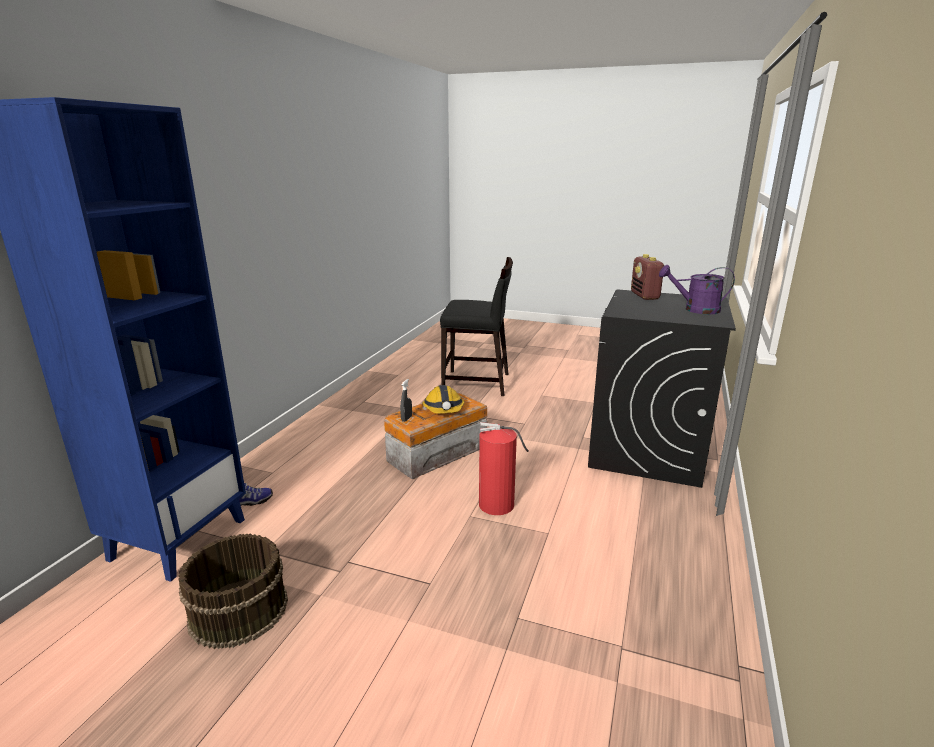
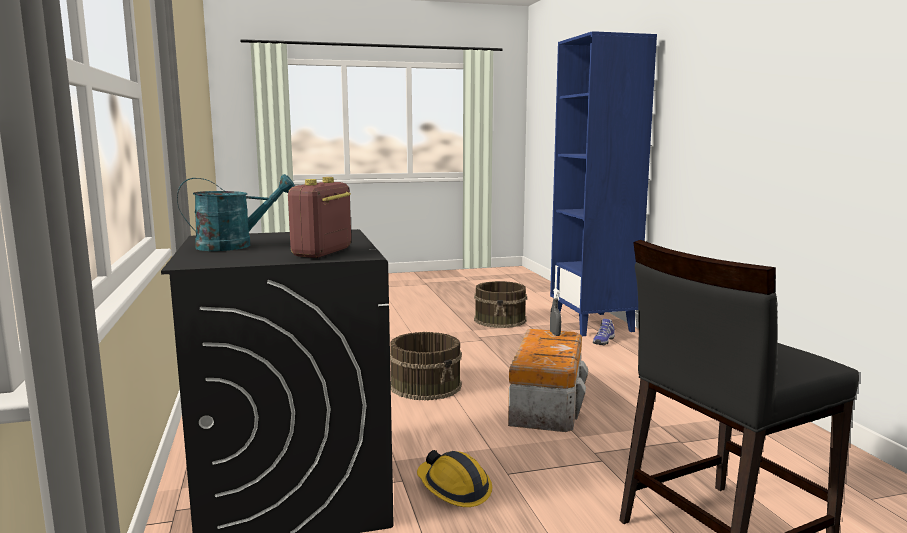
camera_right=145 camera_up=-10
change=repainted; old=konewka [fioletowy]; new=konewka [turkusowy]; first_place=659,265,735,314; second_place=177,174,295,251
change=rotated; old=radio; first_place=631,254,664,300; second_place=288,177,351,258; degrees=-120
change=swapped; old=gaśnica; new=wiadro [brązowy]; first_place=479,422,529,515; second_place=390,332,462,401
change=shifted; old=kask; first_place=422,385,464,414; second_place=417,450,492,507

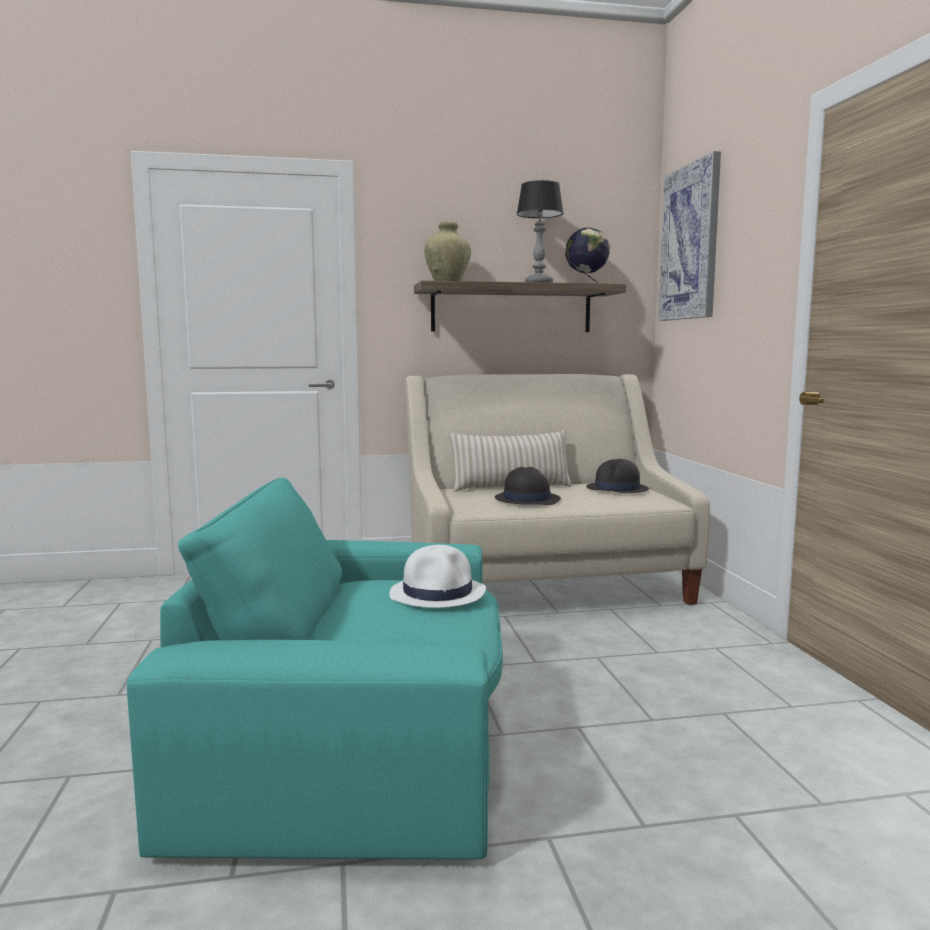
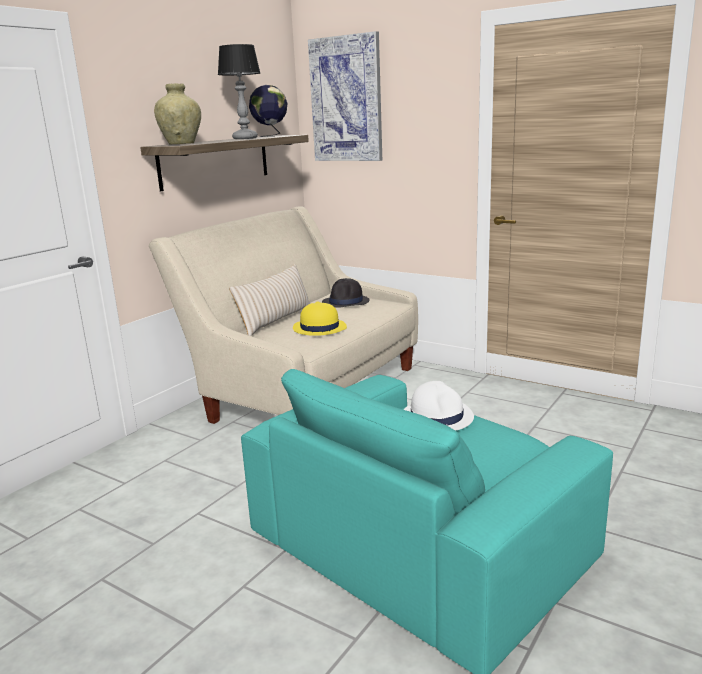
camera_right=-45 camera_up=10
change=repainted; old=kapelusz [czarny]; new=kapelusz [żółty]; first_place=495,467,561,505; second_place=293,301,347,336

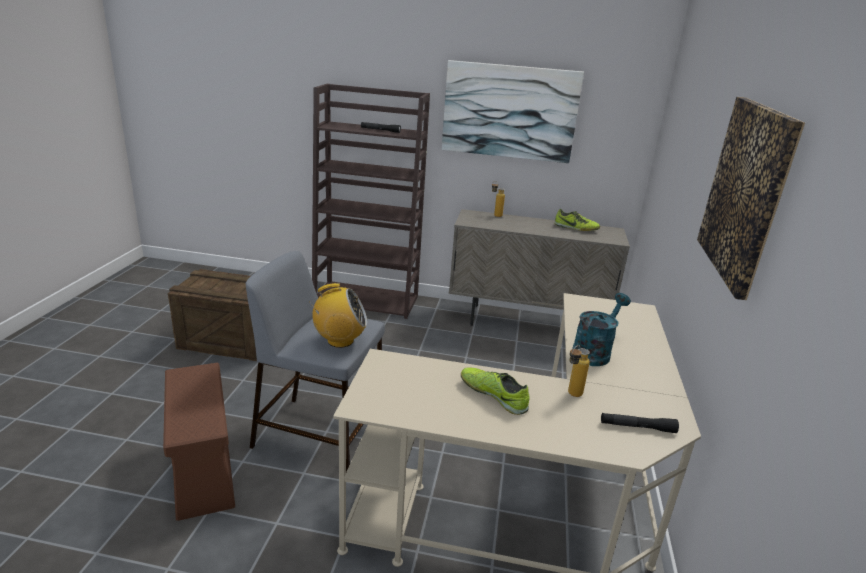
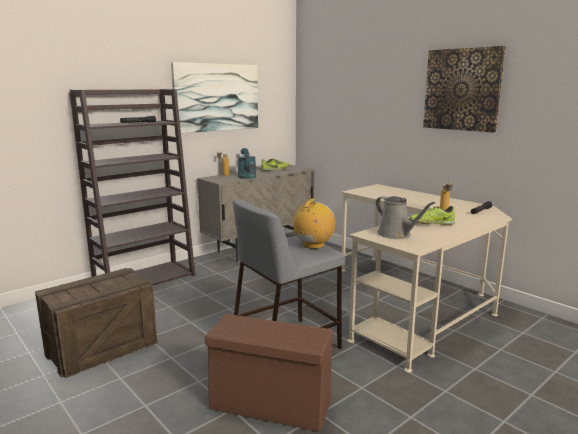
camera_right=-50 camera_up=-10
change=shifted; old=konewka [turkusowy]; first_place=572,293,631,366; second_place=238,148,256,179
change=new; new=konewka [szary]; second_place=376,196,435,239

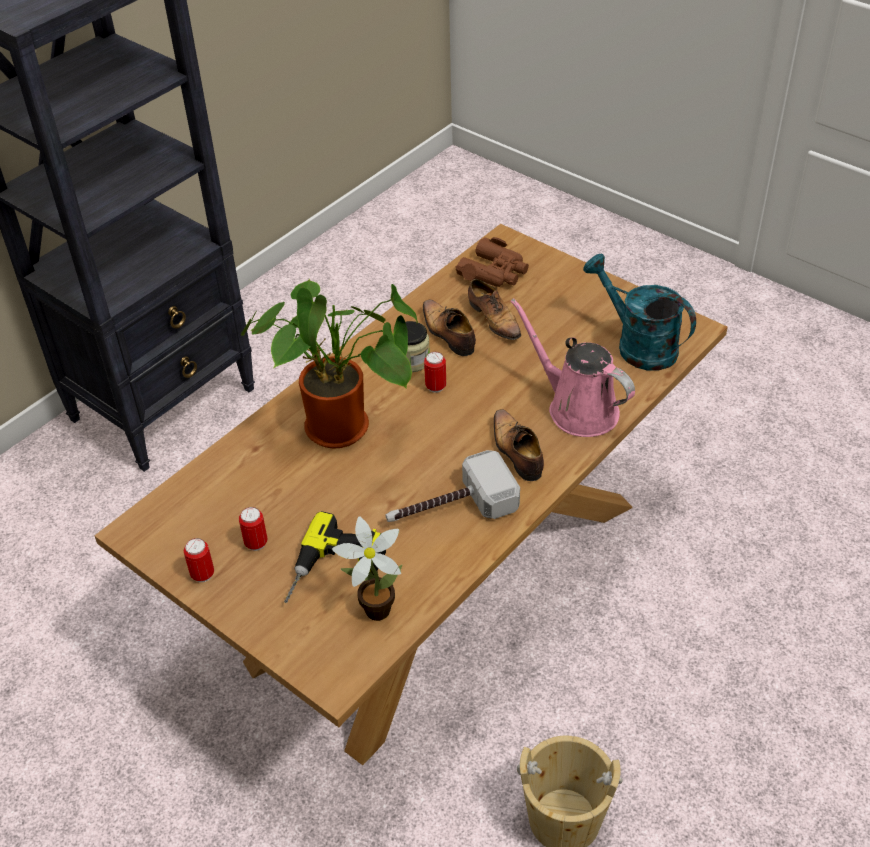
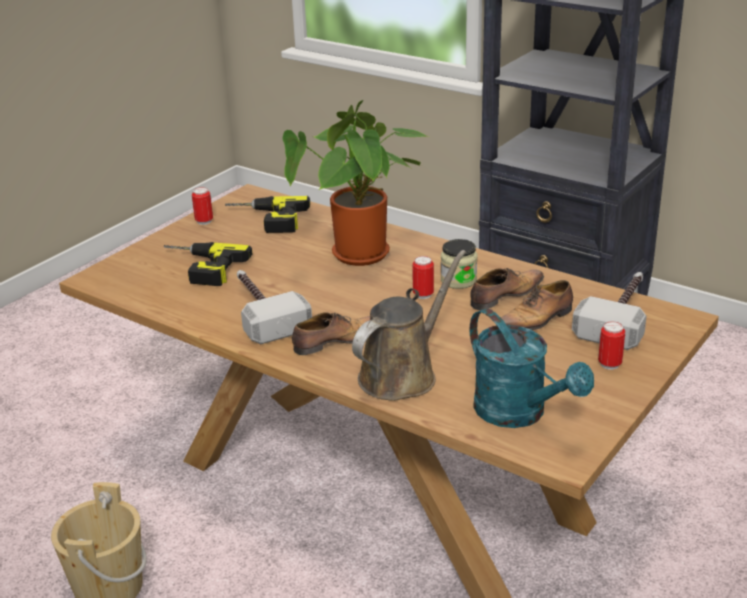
camera_right=85 camera_up=-15
change=new; new=wiertarka; second_place=225,196,310,233
change=repainted; old=konewka [różowy]; new=konewka [brązowy]; first_place=510,298,635,437; second_place=352,250,466,401
change=rotated; old=konewka [turkusowy]; first_place=583,254,696,371; second_place=470,309,594,428; degrees=105
change=swapped; old=lornetka [brązowy]; new=młotek; first_place=455,237,529,287; second_place=572,272,647,350
change=shifted; old=puszka; first_place=239,507,268,551; second_place=598,321,625,370
change=gone; old=roślina doniczkowa; first_place=332,516,402,621

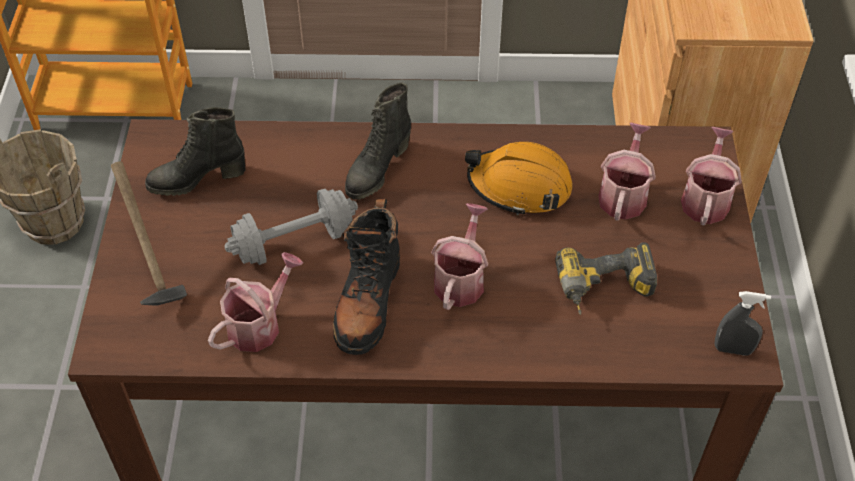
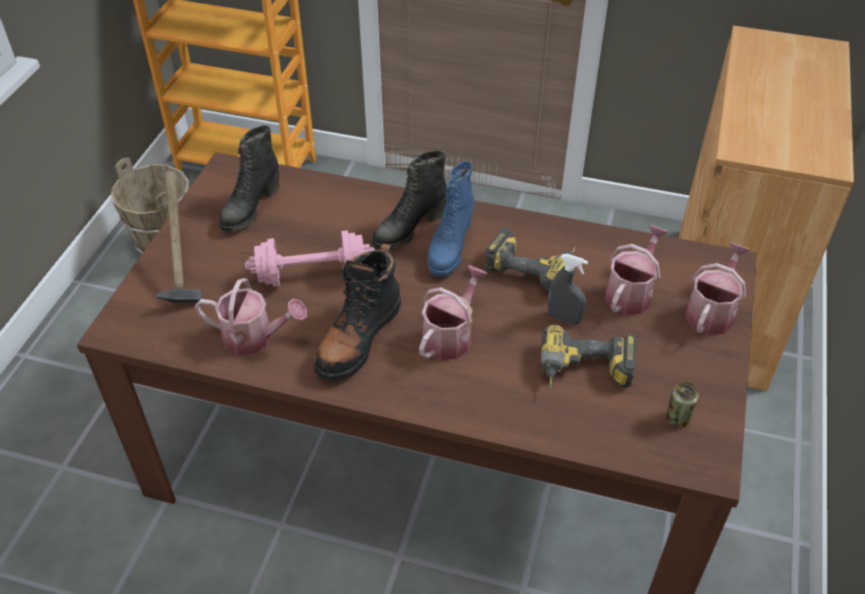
camera_right=15 camera_up=-5
change=rotated; old=konewka; first_place=208,252,303,352; second_place=195,278,307,355; degrees=45
change=rotated; old=but z cholewką [czarny]; first_place=145,107,246,196; second_place=219,125,279,232; degrees=-60
change=repainted; old=hantel [szary]; new=hantel [różowy]; first_place=224,189,358,265; second_place=245,230,375,287
change=new; new=but z cholewką [niebieski]; second_place=427,161,474,277
change=swapped; old=kask [pomarańczowy]; new=wiertarka; first_place=465,142,573,216; second_place=485,228,576,291
change=shifted; old=spryskiwacz [szary]; first_place=715,291,771,356; second_place=548,254,588,325
change=new; new=puszka; second_place=666,382,698,427

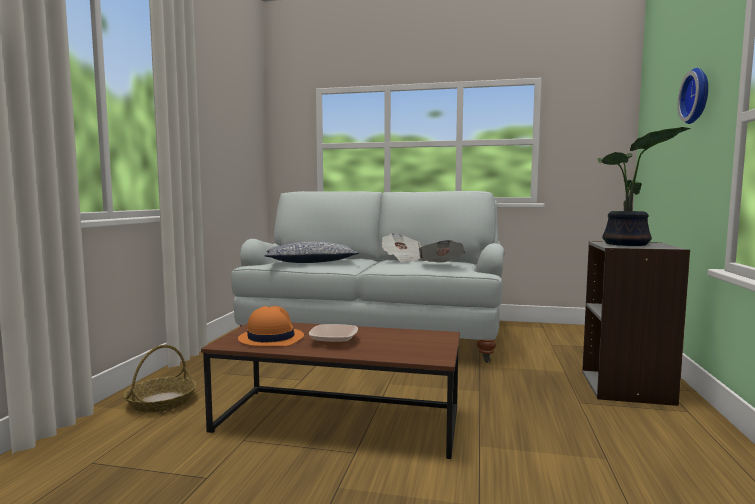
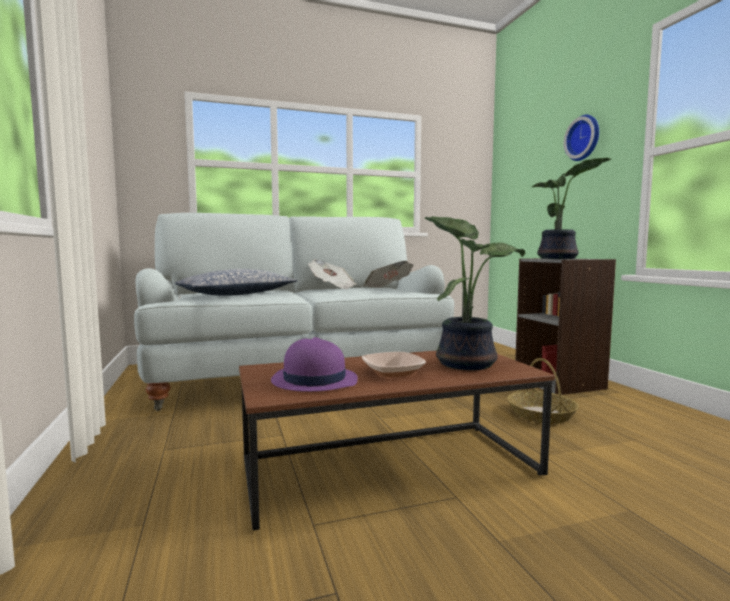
camera_right=-30 camera_up=0
change=repainted; old=kapelusz [pomarańczowy]; new=kapelusz [fioletowy]; first_place=238,306,304,346; second_place=271,337,358,392
change=new; new=roślina doniczkowa; second_place=424,216,525,370
change=shifted; old=koszyk; first_place=123,345,197,412; second_place=507,358,579,424

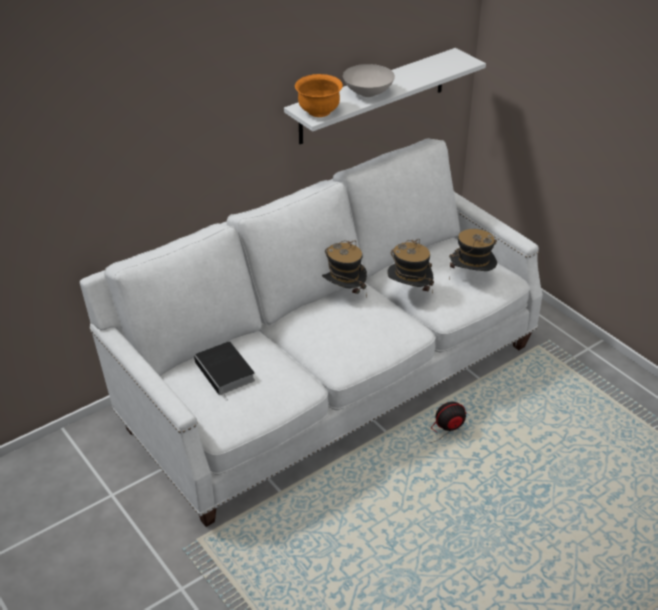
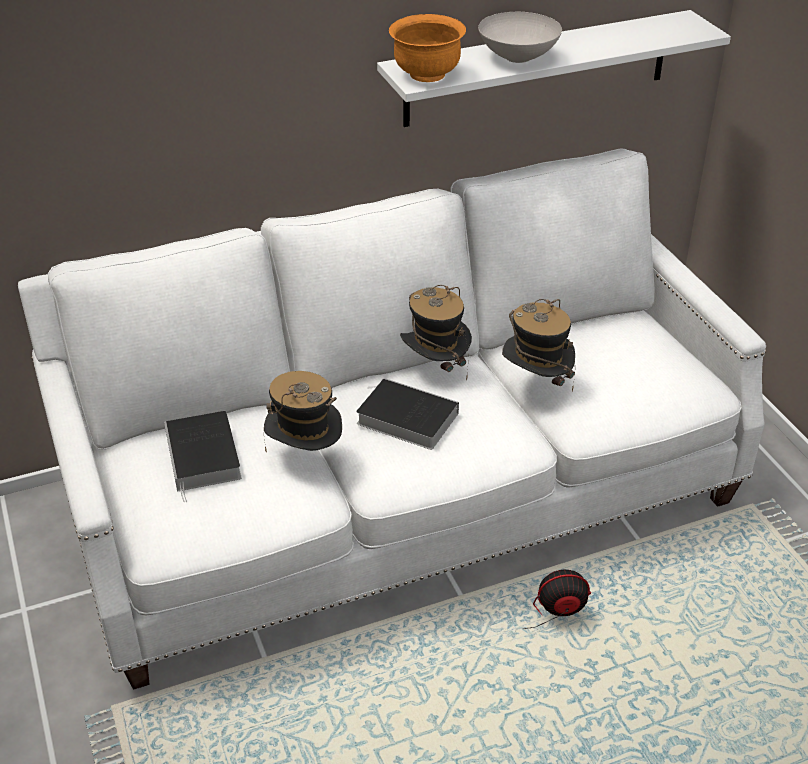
camera_right=15 camera_up=0
change=shifted; old=kapelusz; first_place=449,229,497,281; second_place=264,371,342,453
change=new; new=książka; second_place=356,378,459,450

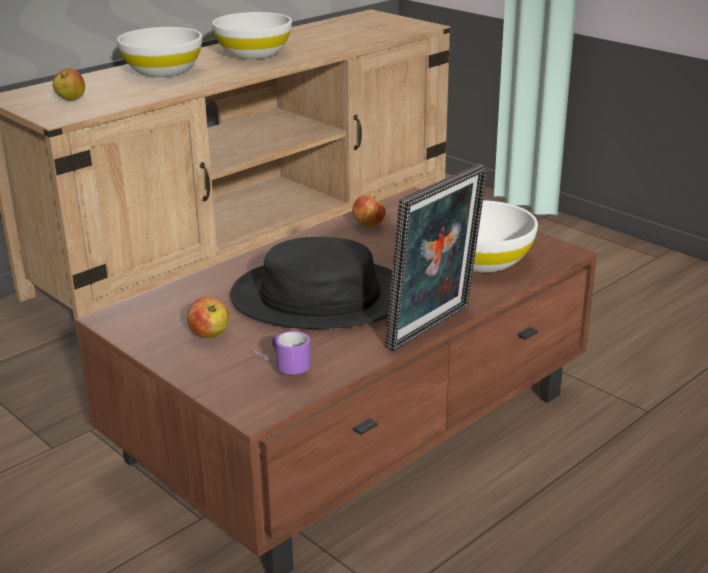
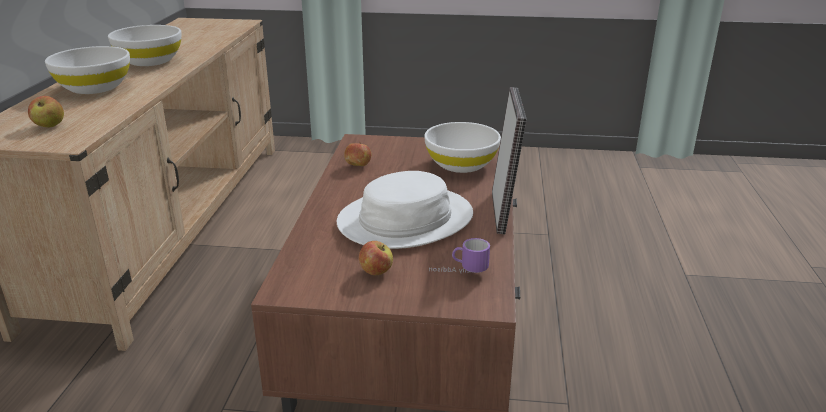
camera_right=-40 camera_up=0
change=repainted; old=kapelusz [czarny]; new=kapelusz [biały]; first_place=230,237,392,329; second_place=337,171,473,249

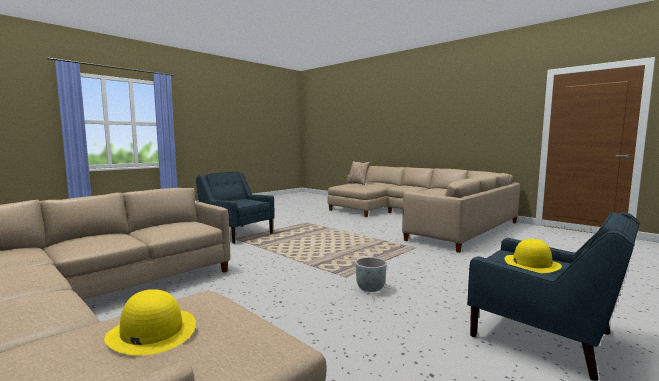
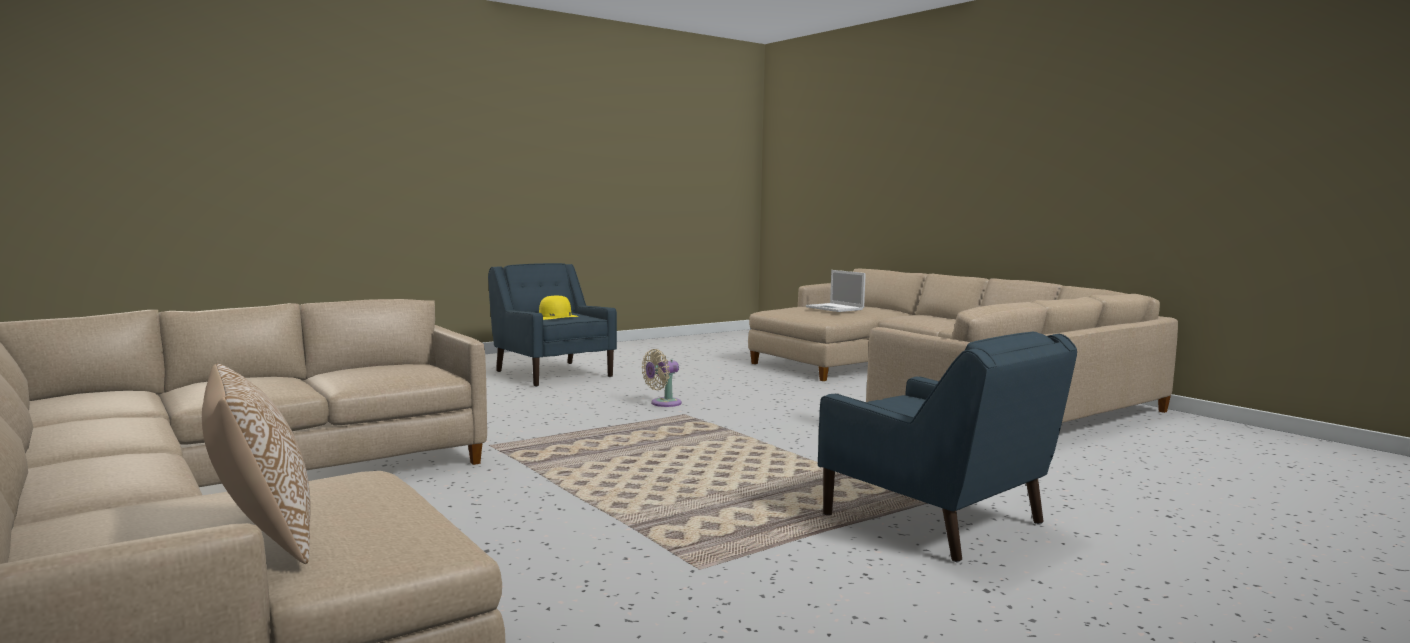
camera_right=-170 camera_up=0
change=swapped; old=donica [szary]; new=wentylator [beżowy]; first_place=355,257,387,292; second_place=642,349,682,407
change=swapped; old=kapelusz [żółty]; new=laptop; first_place=104,289,196,355; second_place=806,270,866,312

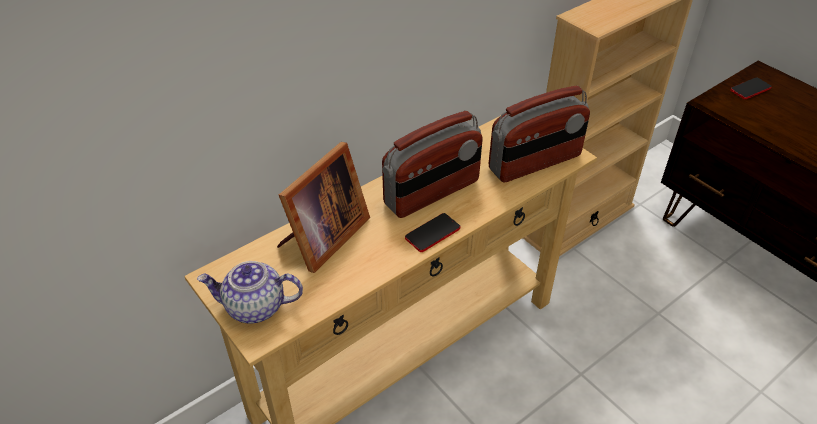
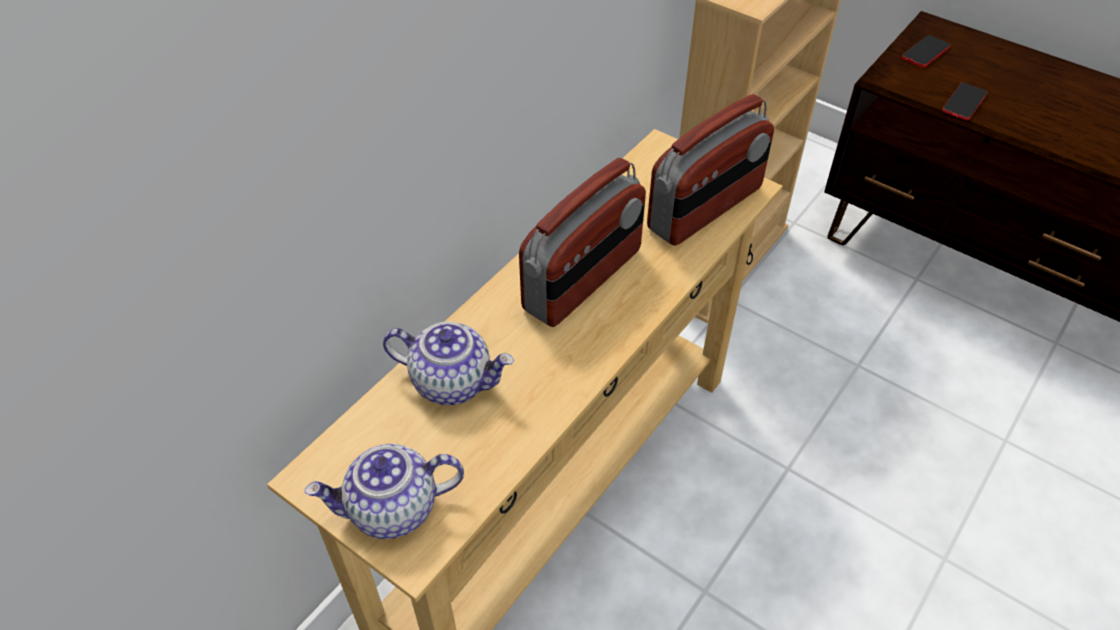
camera_right=-15 camera_up=5
change=swapped; old=ramka na zdjęcie; new=imbryk; first_place=277,142,370,273; second_place=383,322,514,405
change=shifted; old=telefon; first_place=405,213,460,252; second_place=942,82,987,120

